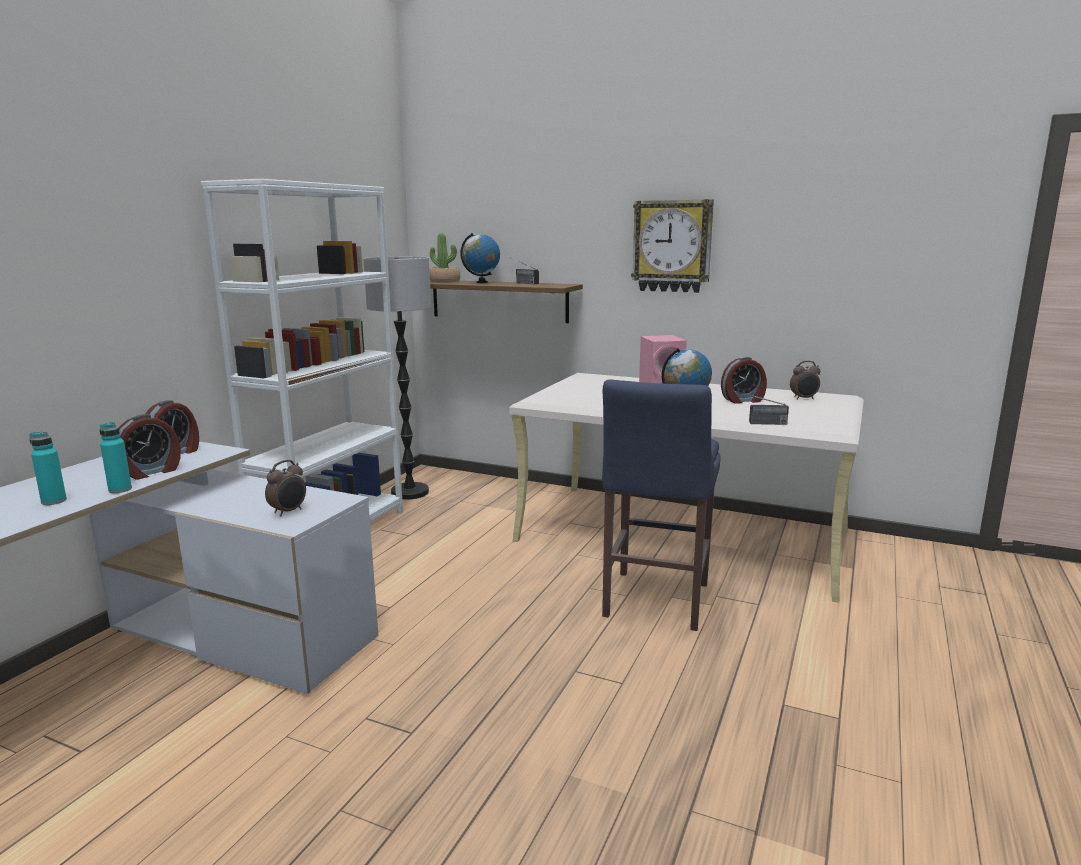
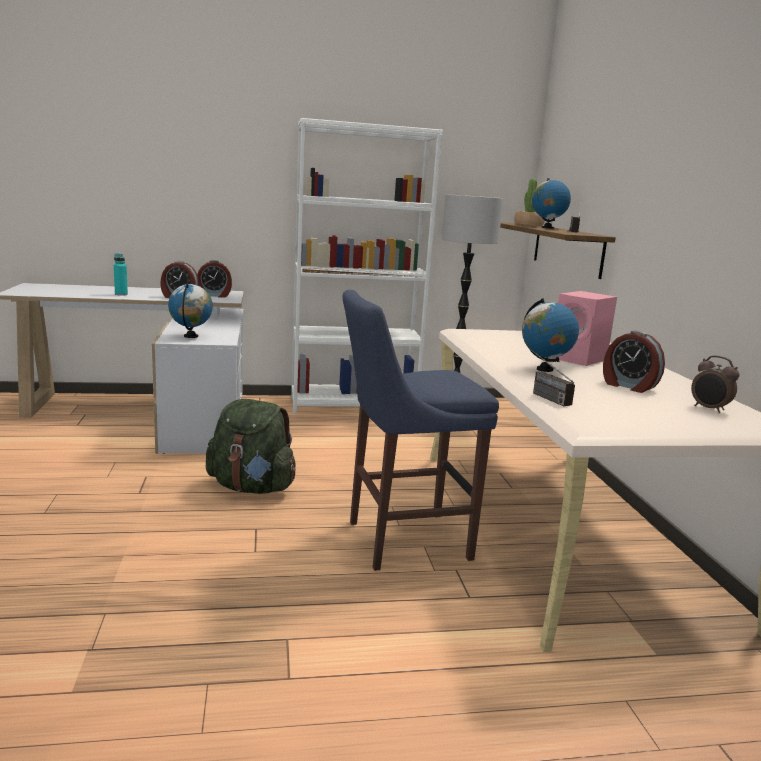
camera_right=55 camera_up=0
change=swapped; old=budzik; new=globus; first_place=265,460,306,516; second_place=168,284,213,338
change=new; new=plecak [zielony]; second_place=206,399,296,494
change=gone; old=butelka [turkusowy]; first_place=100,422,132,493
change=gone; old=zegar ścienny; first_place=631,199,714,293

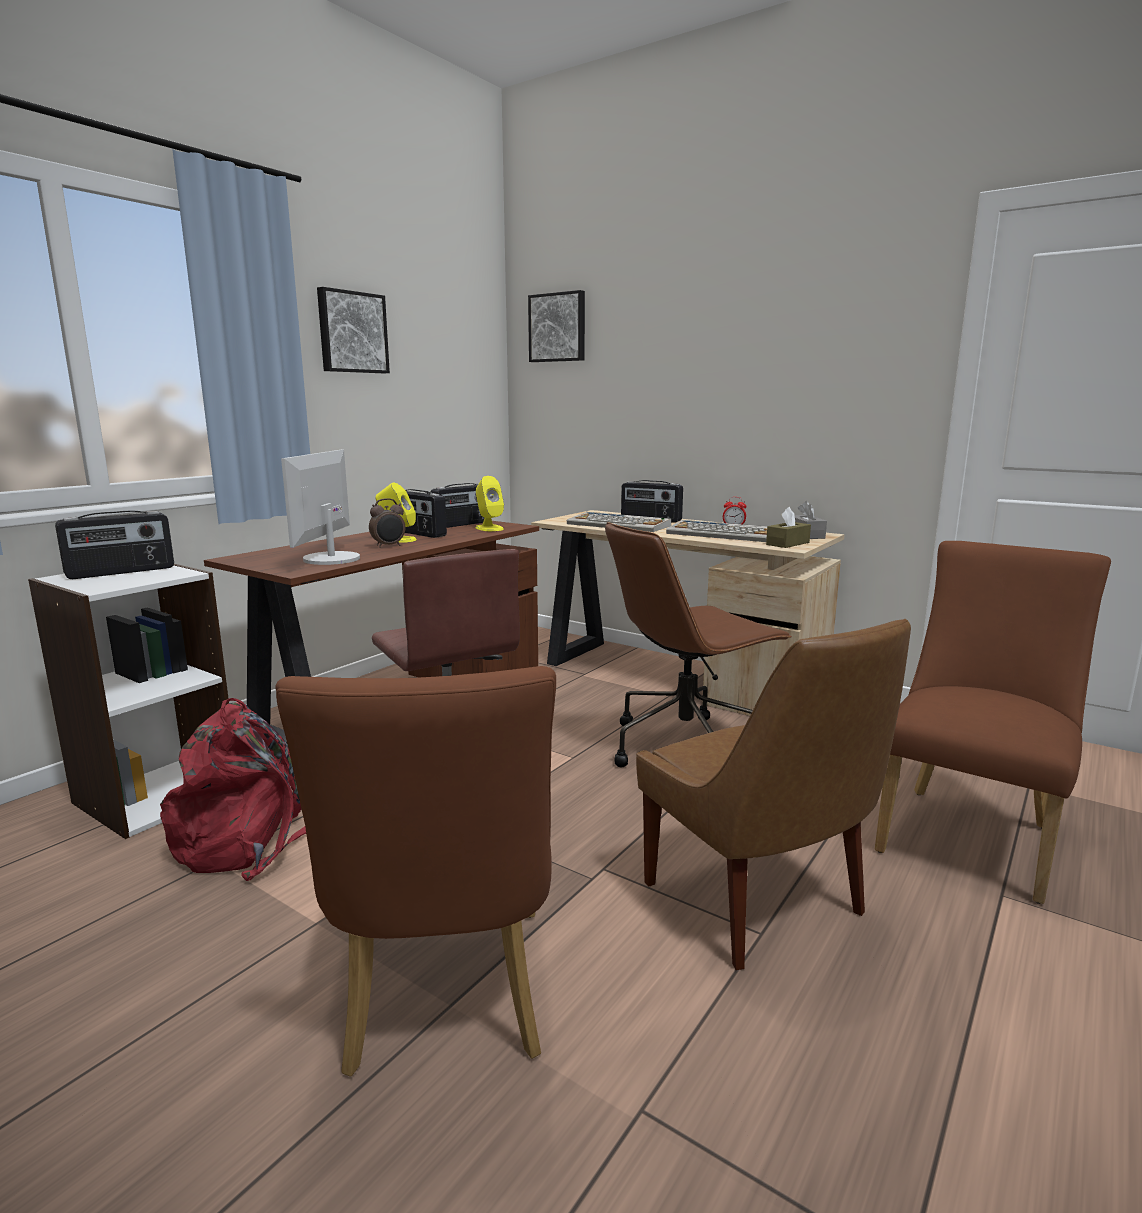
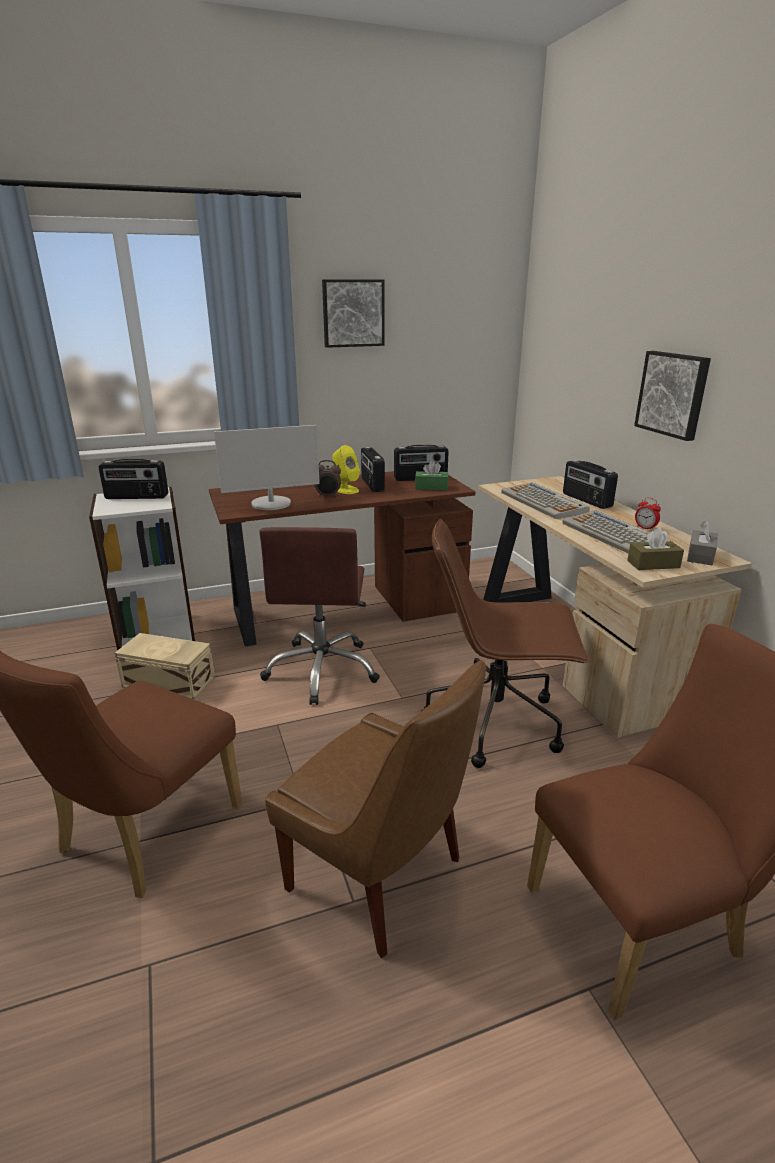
camera_right=35 camera_up=10
change=swapped; old=plecak [czerwony]; new=pojemnik do przechowywania [beżowy]; first_place=160,698,306,881; second_place=115,633,215,700
change=rotated; old=monitor; first_place=281,450,360,565; second_place=214,425,320,510; degrees=-150
change=rotated; old=krzesło [brązowy]; first_place=636,619,911,970; second_place=265,660,486,958; degrees=-60
change=swapped; old=głośnik [żółty]; new=pudełko chusteczek [zielony]; first_place=475,476,504,531; second_place=415,461,448,491
change=shifted; old=obraz; first_place=528,290,585,362; second_place=634,351,711,441

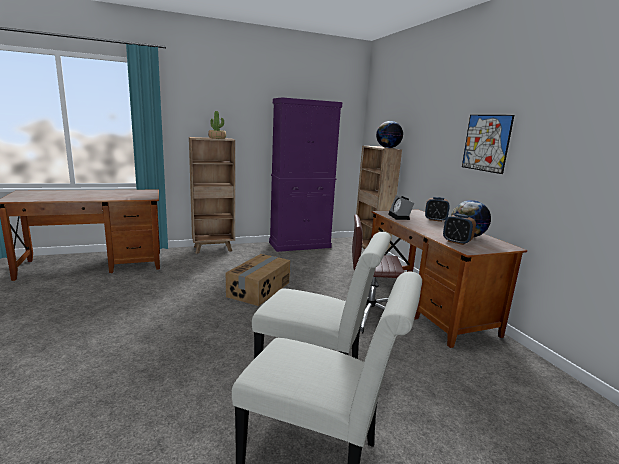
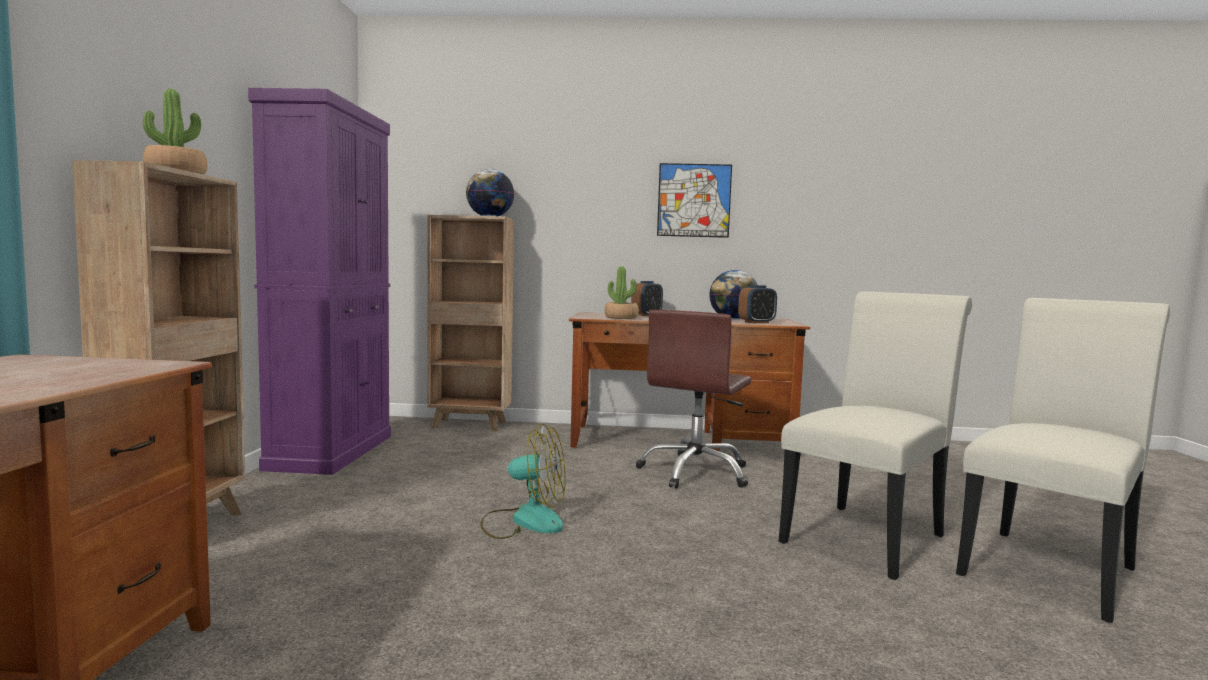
camera_right=-65 camera_up=-10
change=swapped; old=karton; new=wentylator; first_place=226,254,291,306; second_place=480,423,566,539
change=swapped; old=budzik; new=roślina doniczkowa; first_place=388,195,414,220; second_place=604,267,639,319

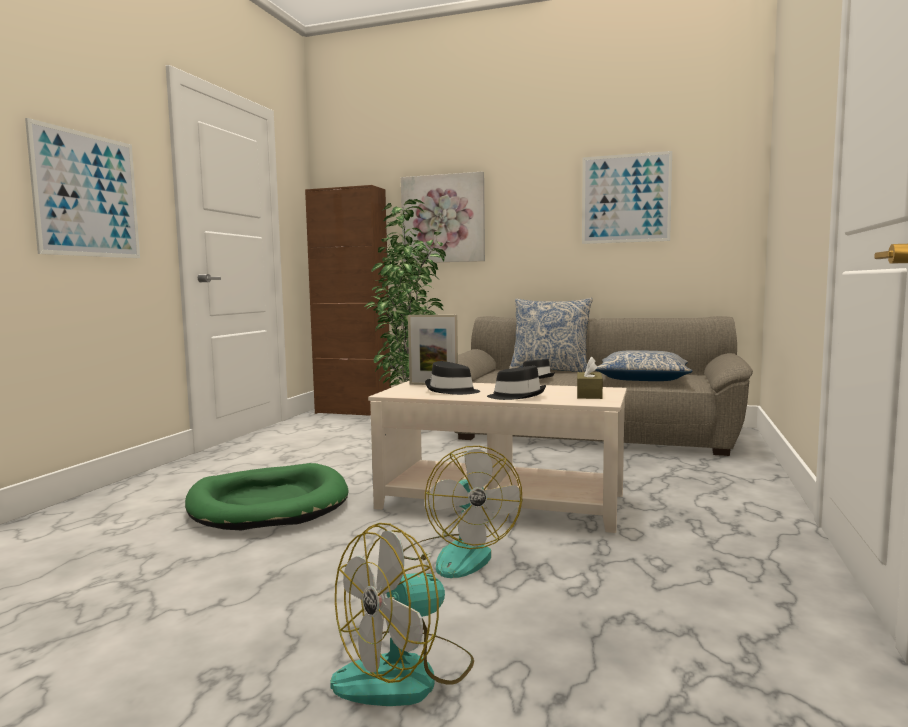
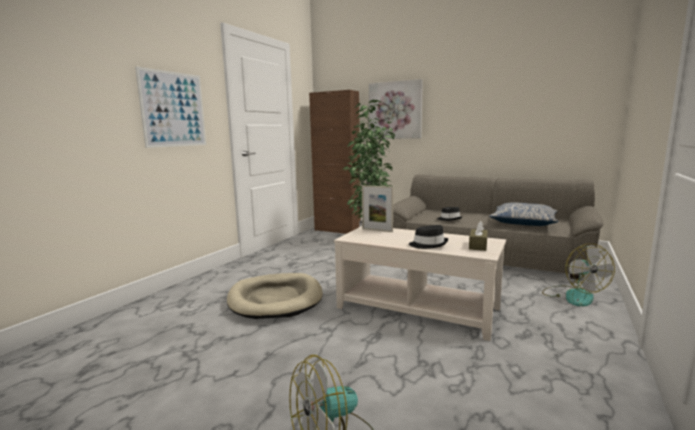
camera_right=10 camera_up=5
change=repainted; old=legowisko [zielony]; new=legowisko [beżowy]; first_place=185,463,349,530; second_place=227,273,323,319
change=shifted; old=wentylator; first_place=403,446,522,578; second_place=542,244,615,306
change=gone; old=kapelusz [czarny]; first_place=425,361,480,395
change=gone; old=poduszka; first_place=509,298,593,372
change=gone; old=obraz; first_place=582,151,672,244

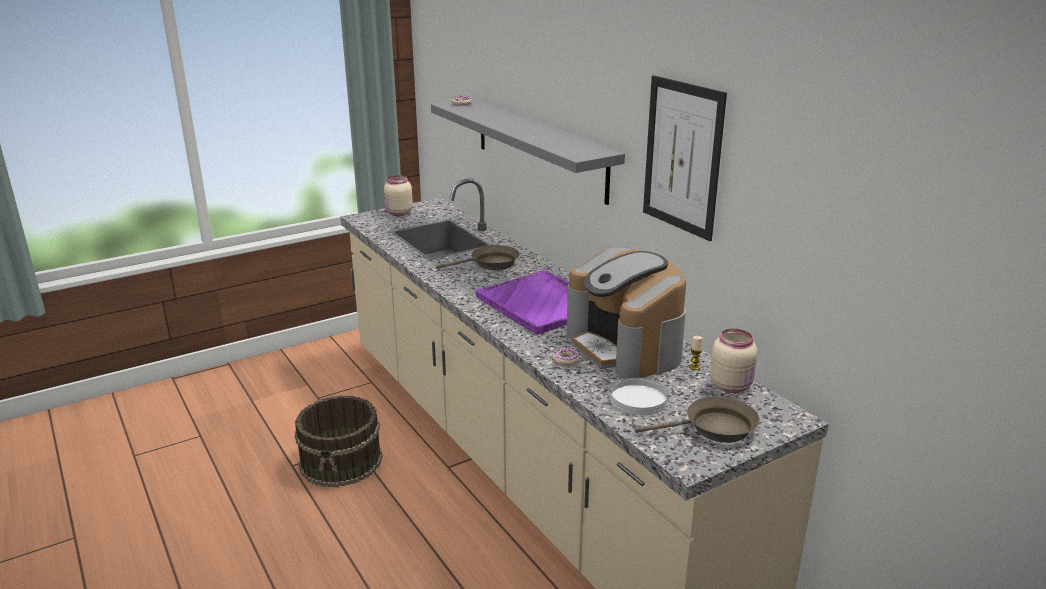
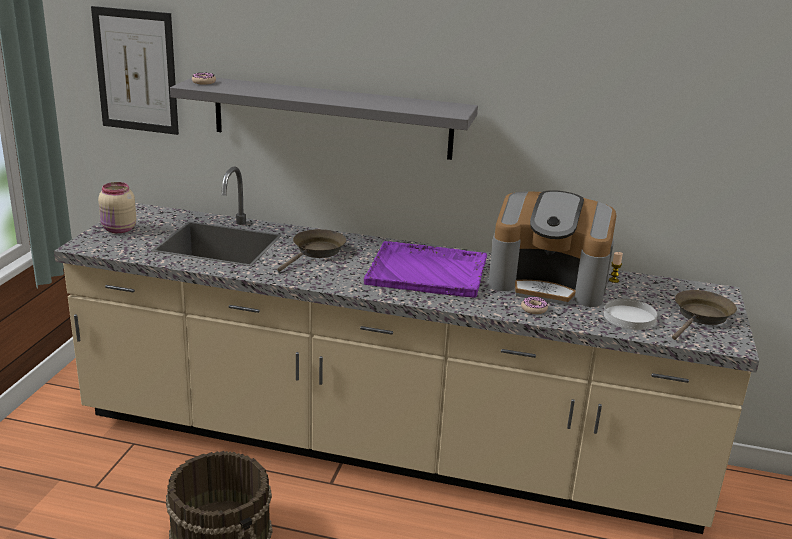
camera_right=-45 camera_up=0
change=shifted; old=obraz; first_place=643,75,727,241; second_place=91,6,179,135
change=gone; old=słoik [beżowy]; first_place=710,328,757,393

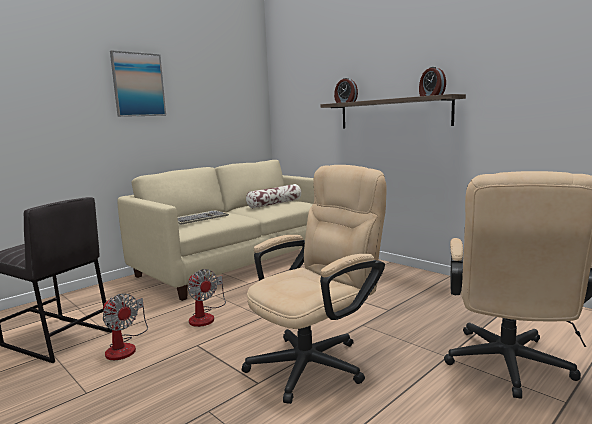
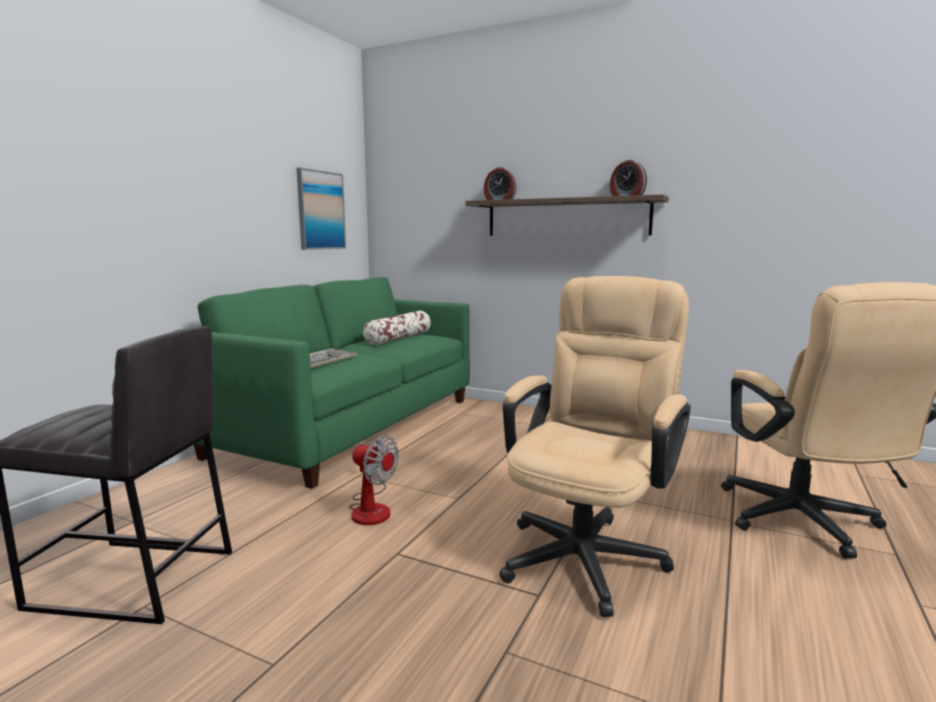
camera_right=-20 camera_up=0
change=repainted; old=kanapa [beżowy]; new=kanapa [zielony]; first_place=117,160,314,301; second_place=175,277,470,489
change=shifted; old=obraz; first_place=110,50,166,117; second_place=297,168,346,250
change=gone; old=wentylator; first_place=103,294,148,360

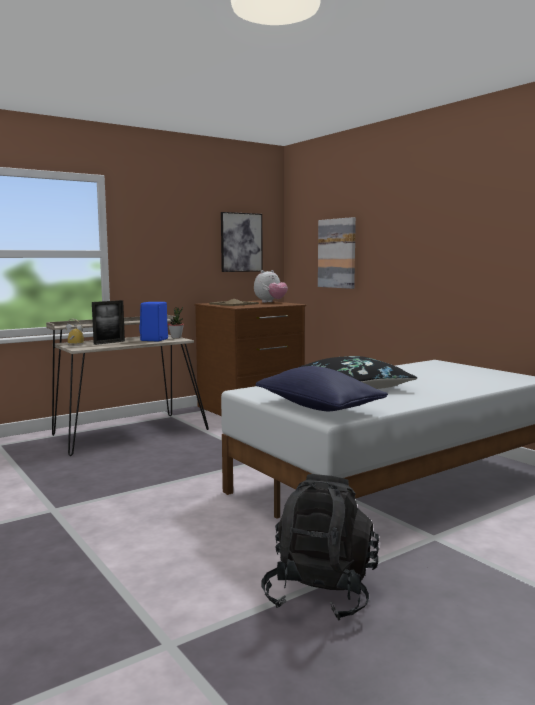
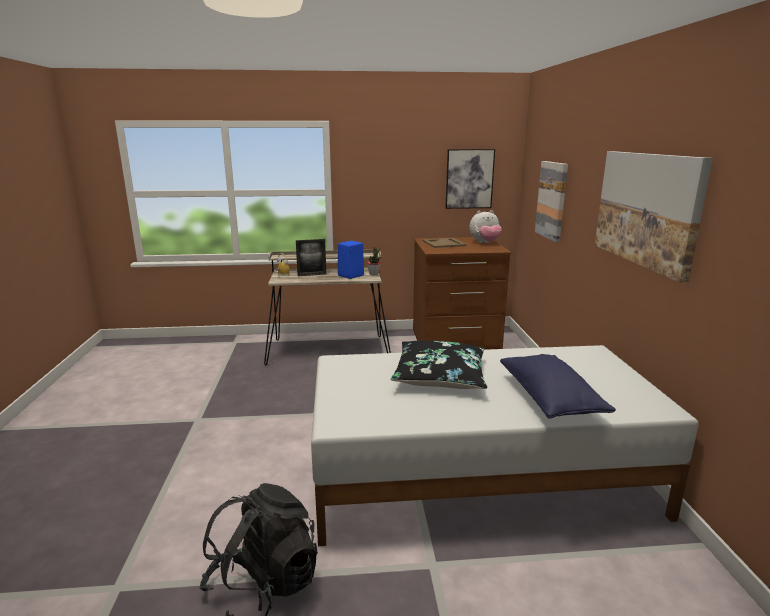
camera_right=30 camera_up=10
change=shifted; old=poduszka [niebieski]; first_place=255,366,388,411; second_place=500,354,616,418
change=new; new=obraz; second_place=595,151,713,282

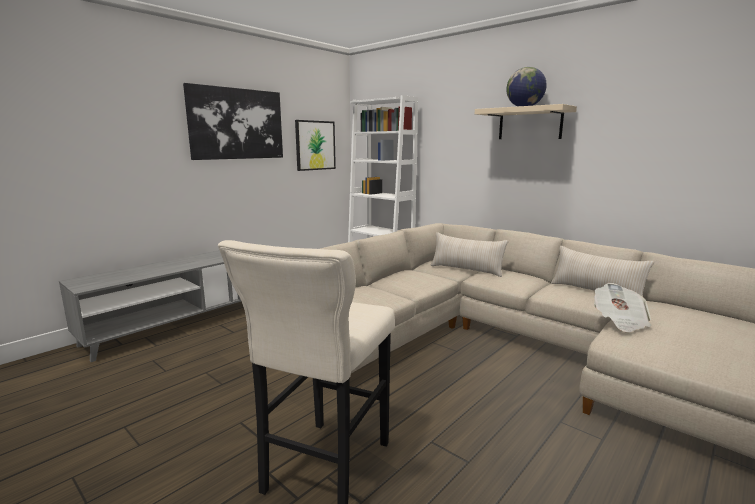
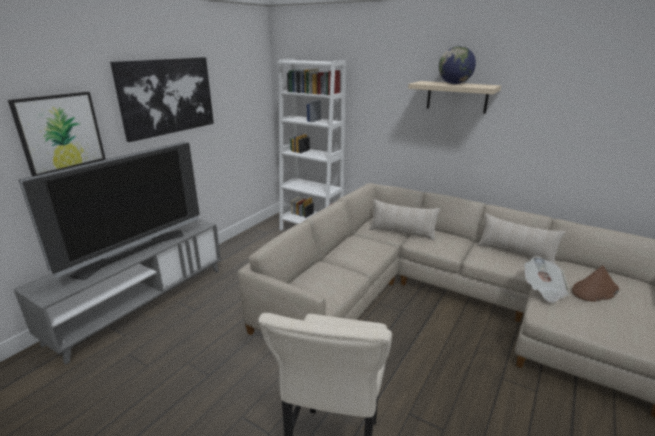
camera_right=-10 camera_up=10
change=shifted; old=obraz; first_place=295,120,336,171; second_place=8,92,106,176
change=new; new=telewizor; second_place=19,142,200,280
change=new; new=kapelusz [brązowy]; second_place=572,265,619,302

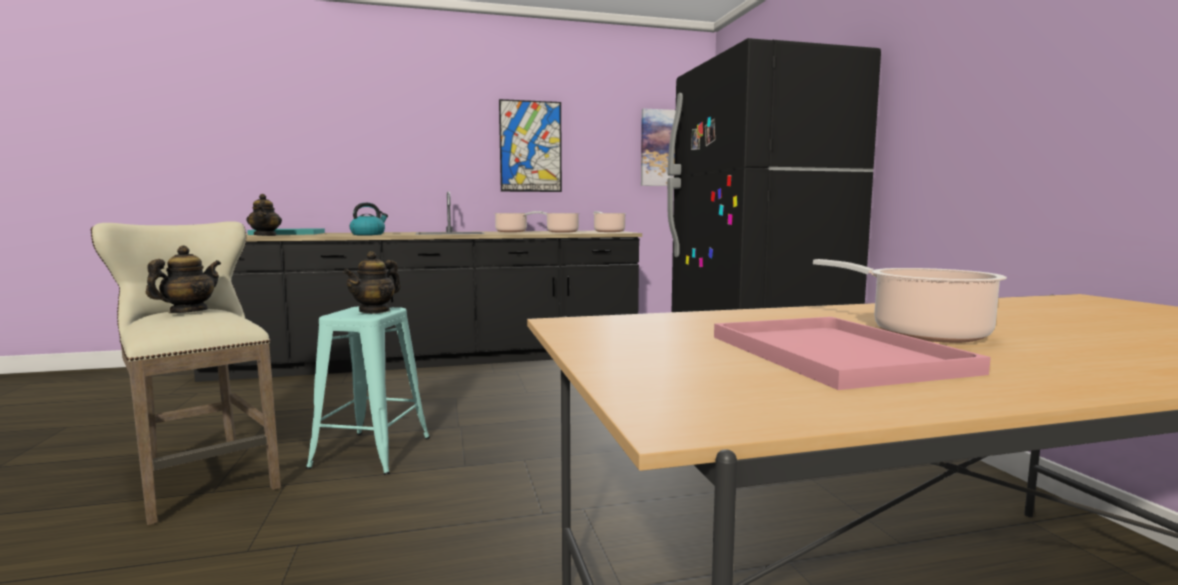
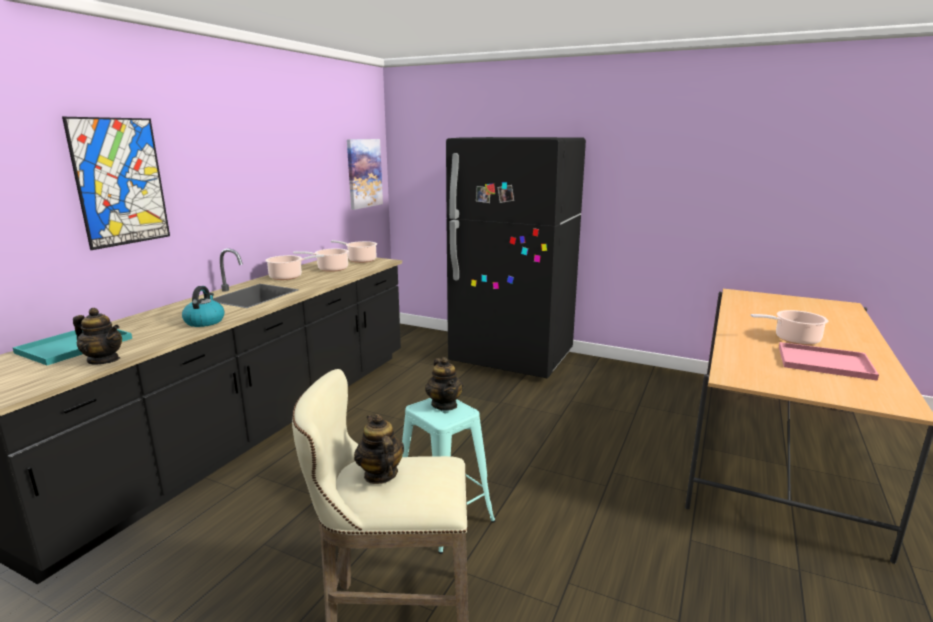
camera_right=-50 camera_up=10
change=shifted; old=obraz; first_place=499,99,562,192; second_place=62,117,170,250

